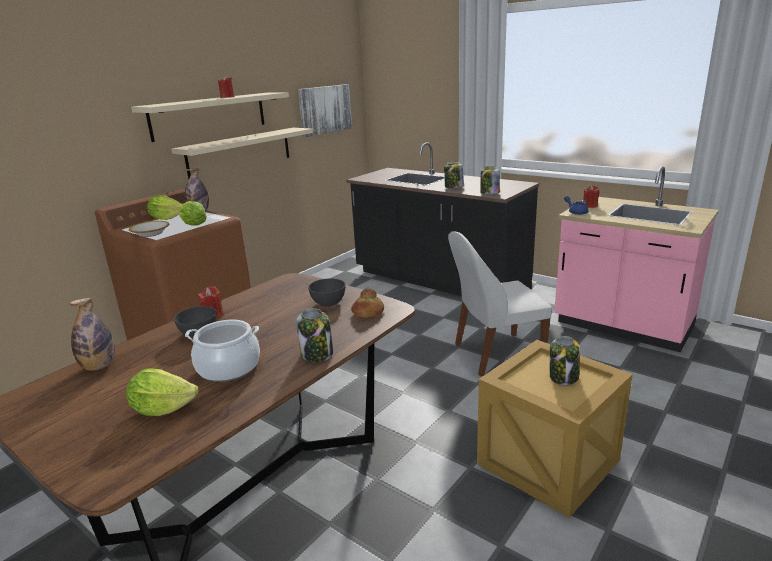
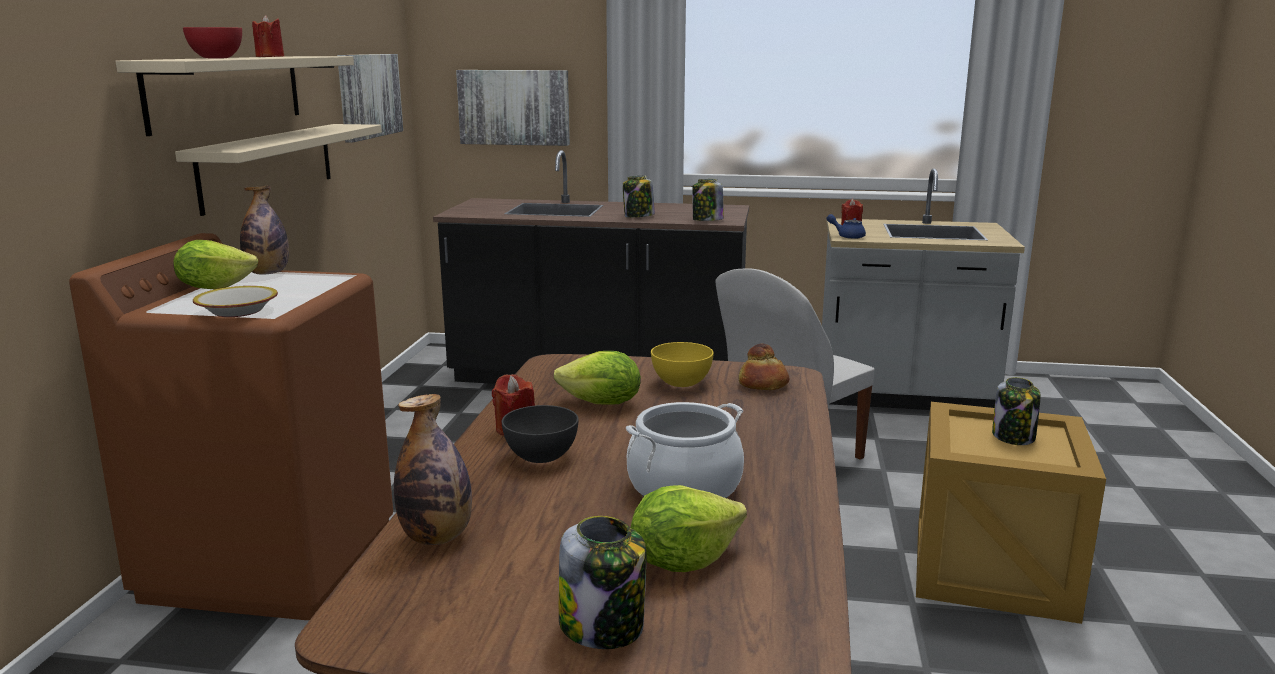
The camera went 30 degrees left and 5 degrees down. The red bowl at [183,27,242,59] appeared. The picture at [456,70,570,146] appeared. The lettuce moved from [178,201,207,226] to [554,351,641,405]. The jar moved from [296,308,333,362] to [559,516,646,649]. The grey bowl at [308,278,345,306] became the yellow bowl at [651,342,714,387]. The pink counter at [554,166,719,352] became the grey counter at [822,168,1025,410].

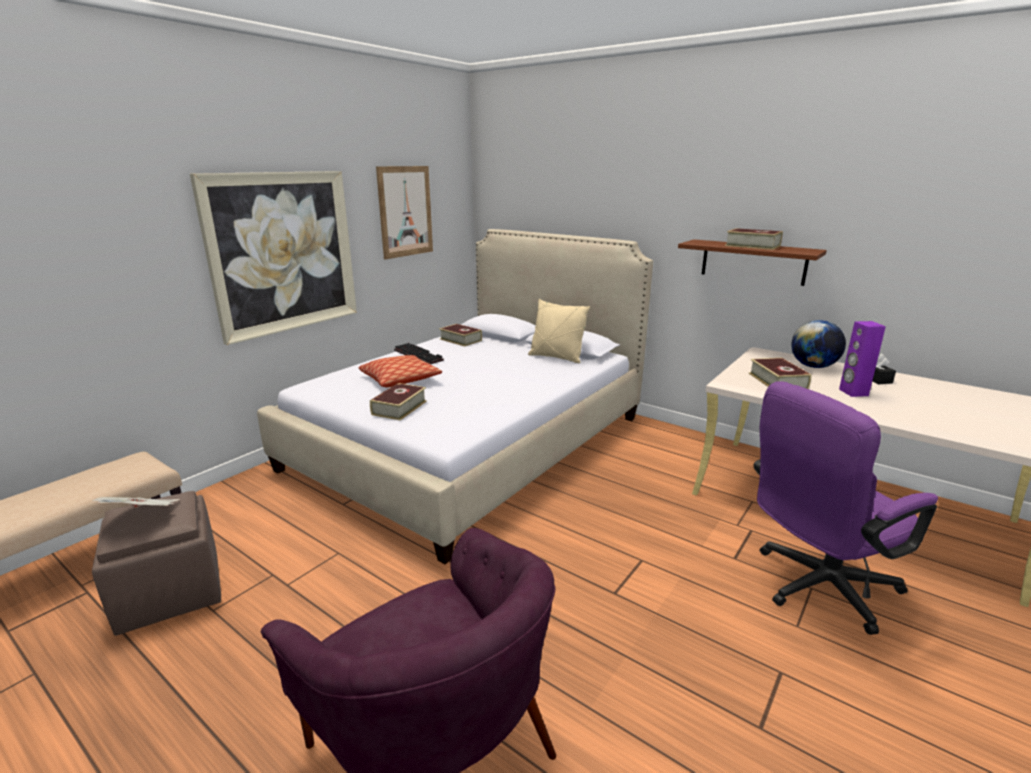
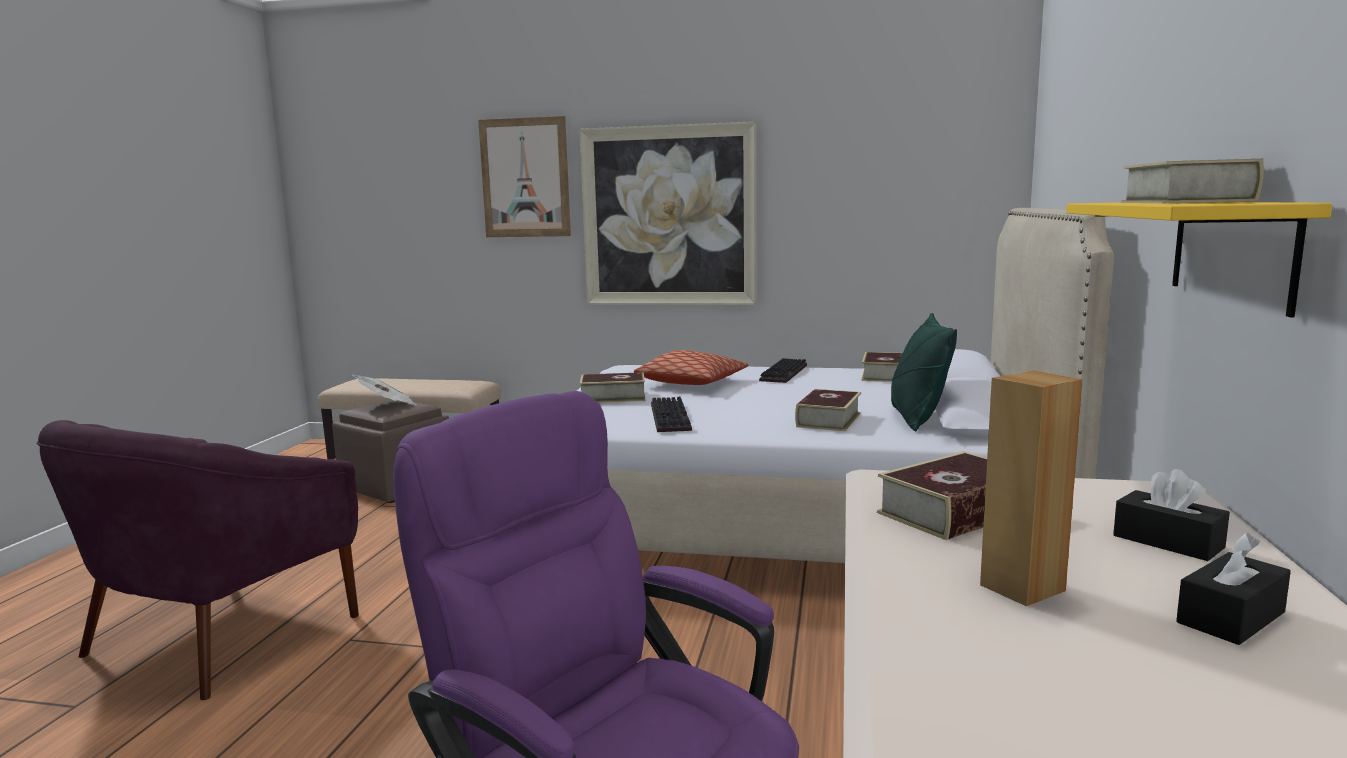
The camera went 65 degrees right and 10 degrees down. The picture moved from [376,166,433,259] to [478,116,571,237]. The keyboard at [651,397,692,432] appeared. The book at [795,389,861,431] appeared. The beige pillow at [528,299,590,363] became the green pillow at [891,313,957,431]. The purple speaker at [839,321,886,397] became the brown speaker at [980,370,1082,606]. The brown shelf at [678,239,827,286] became the yellow shelf at [1066,202,1332,317]. The globe at [791,320,846,368] was replaced by the black tissue box at [1113,469,1230,561].

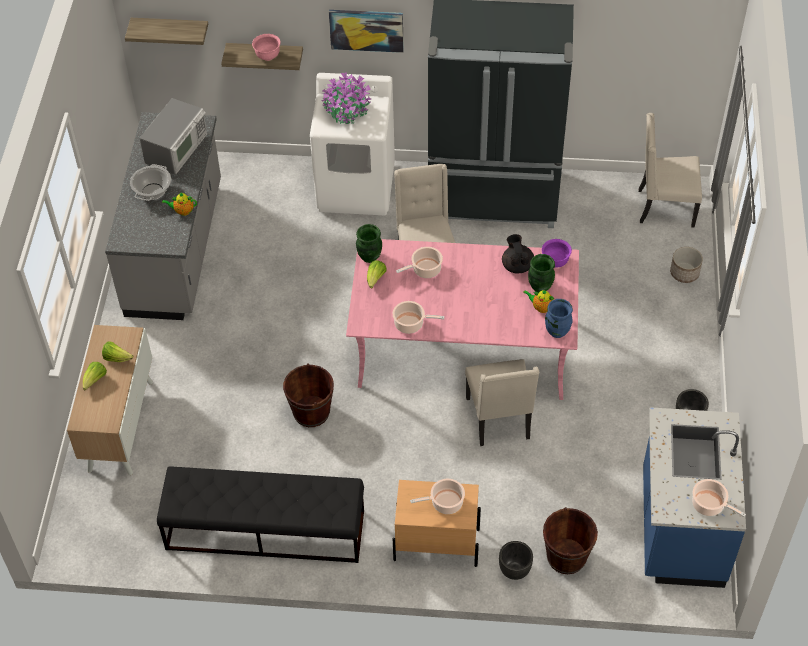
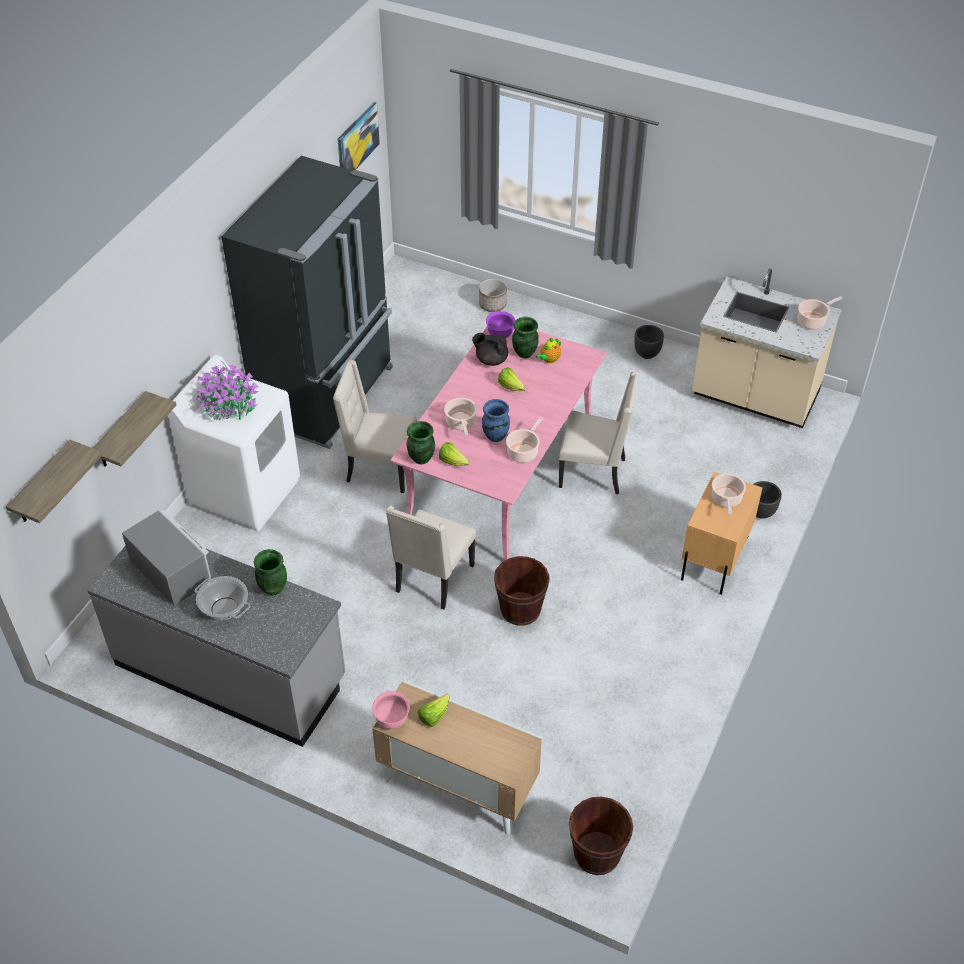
The camera went 70 degrees left and 5 degrees down. The teapot at [162,192,197,216] was replaced by the green vase at [254,549,287,596]. The picture moved from [329,10,404,53] to [337,102,380,170]. The pink bowl moved from [252,34,281,61] to [372,691,410,729]. The beige chair moved from [639,113,702,227] to [386,505,476,610]. The blue vase moved from [545,299,573,338] to [482,399,510,442]. The lettuce moved from [83,362,107,391] to [498,368,526,391]. The brown bucket moved from [543,507,598,574] to [569,797,633,875]. The blue counter at [643,407,746,588] became the beige counter at [692,268,842,428]. The black bench at [157,466,364,563] disappeared.

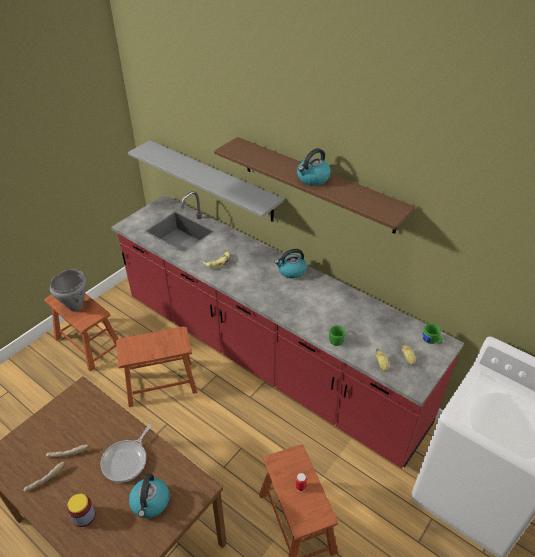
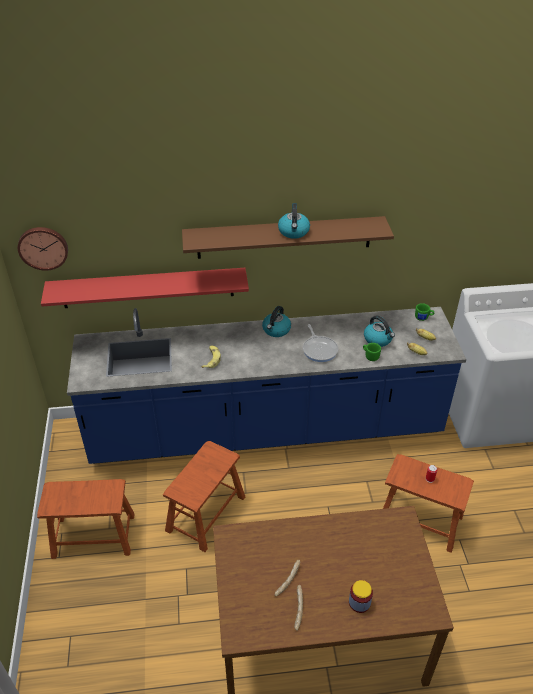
The camera went 45 degrees left and 0 degrees up. The wall clock at [18,227,68,271] appeared. The grey shelf at [128,140,284,222] became the red shelf at [41,268,249,308]. The red counter at [111,191,464,469] became the blue counter at [67,307,466,464]. The frying pan moved from [100,424,152,482] to [303,324,338,362]. The kettle moved from [129,473,170,518] to [364,315,395,347]. The grey cooking pot at [50,269,87,312] disappeared.

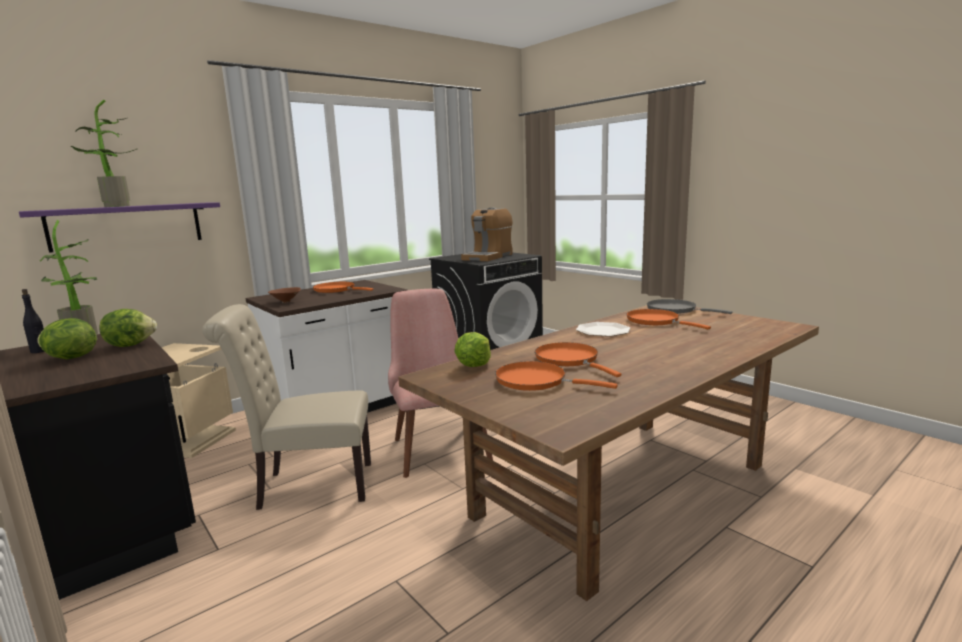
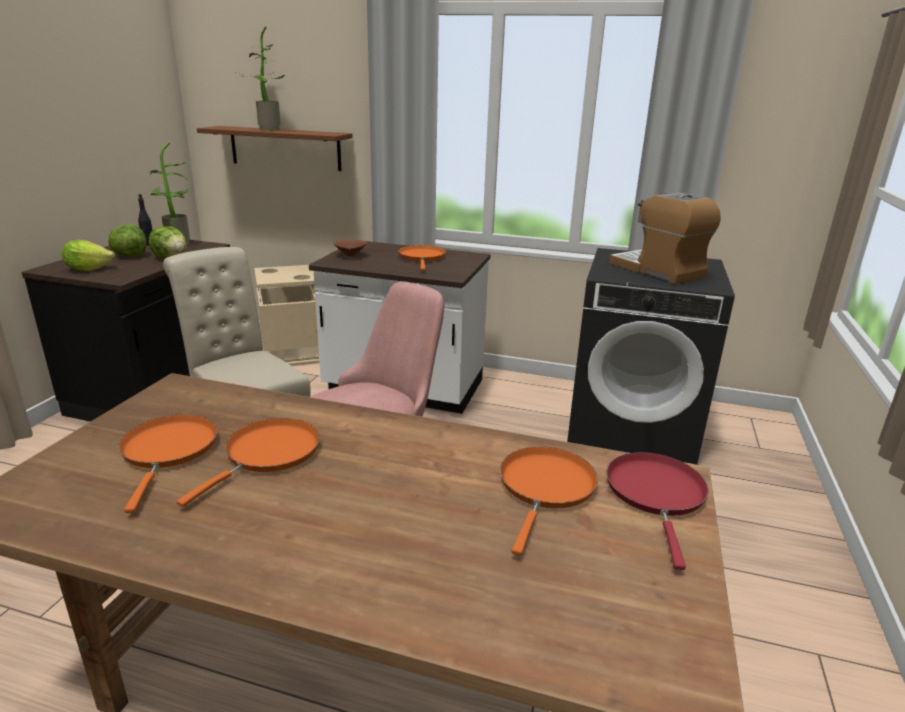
The camera went 55 degrees right and 10 degrees up. The lettuce moved from [454,332,491,367] to [62,240,115,271]. The purple shelf at [19,202,220,253] became the brown shelf at [197,126,353,171]. The grey frying pan at [647,299,732,314] became the red frying pan at [606,452,709,570]. The coffee machine at [461,208,513,261] turned 60 degrees clockwise. The plate at [576,322,630,337] disappeared.

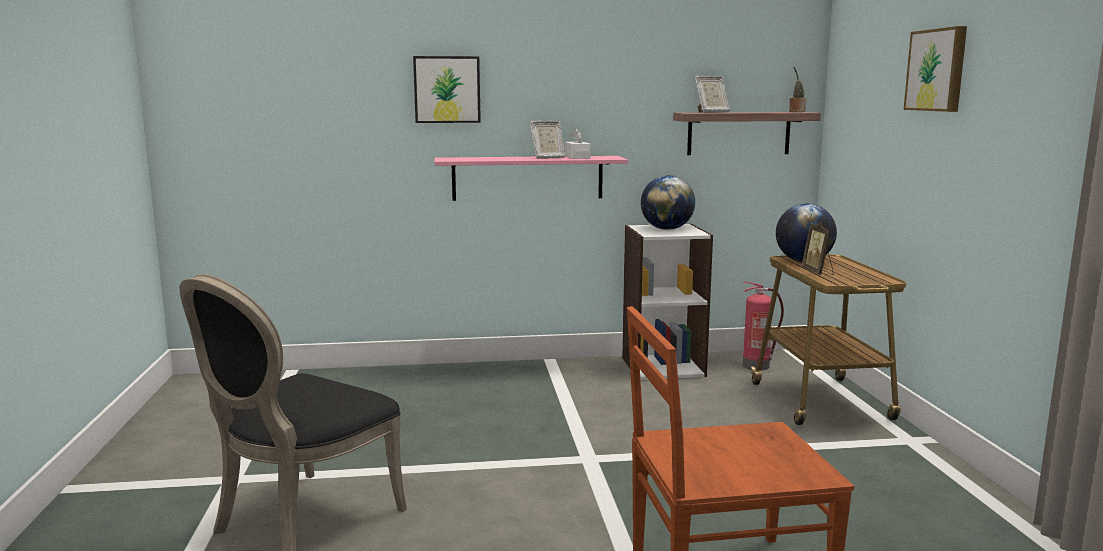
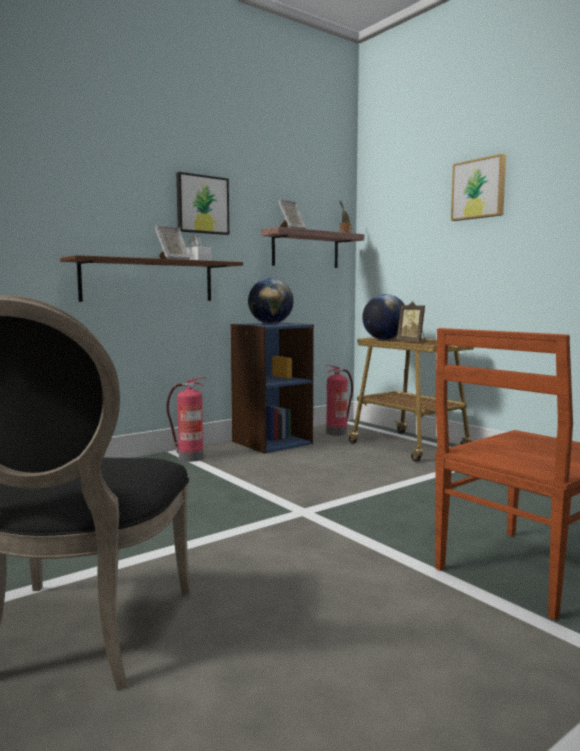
The camera went 30 degrees left and 5 degrees down. The pink shelf at [434,156,628,201] became the brown shelf at [60,255,243,302]. The fire extinguisher at [167,377,206,462] appeared. The picture moved from [413,56,481,123] to [176,172,229,235]. The white bookcase at [622,224,713,380] became the blue bookcase at [230,322,314,454].

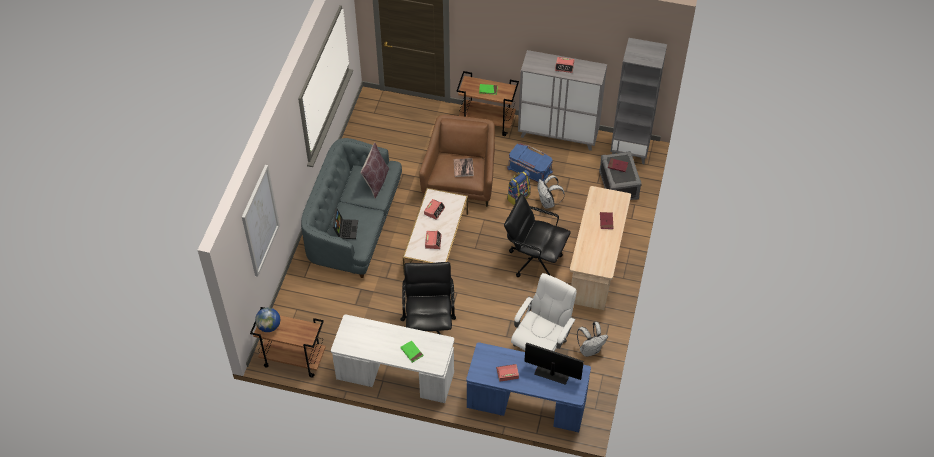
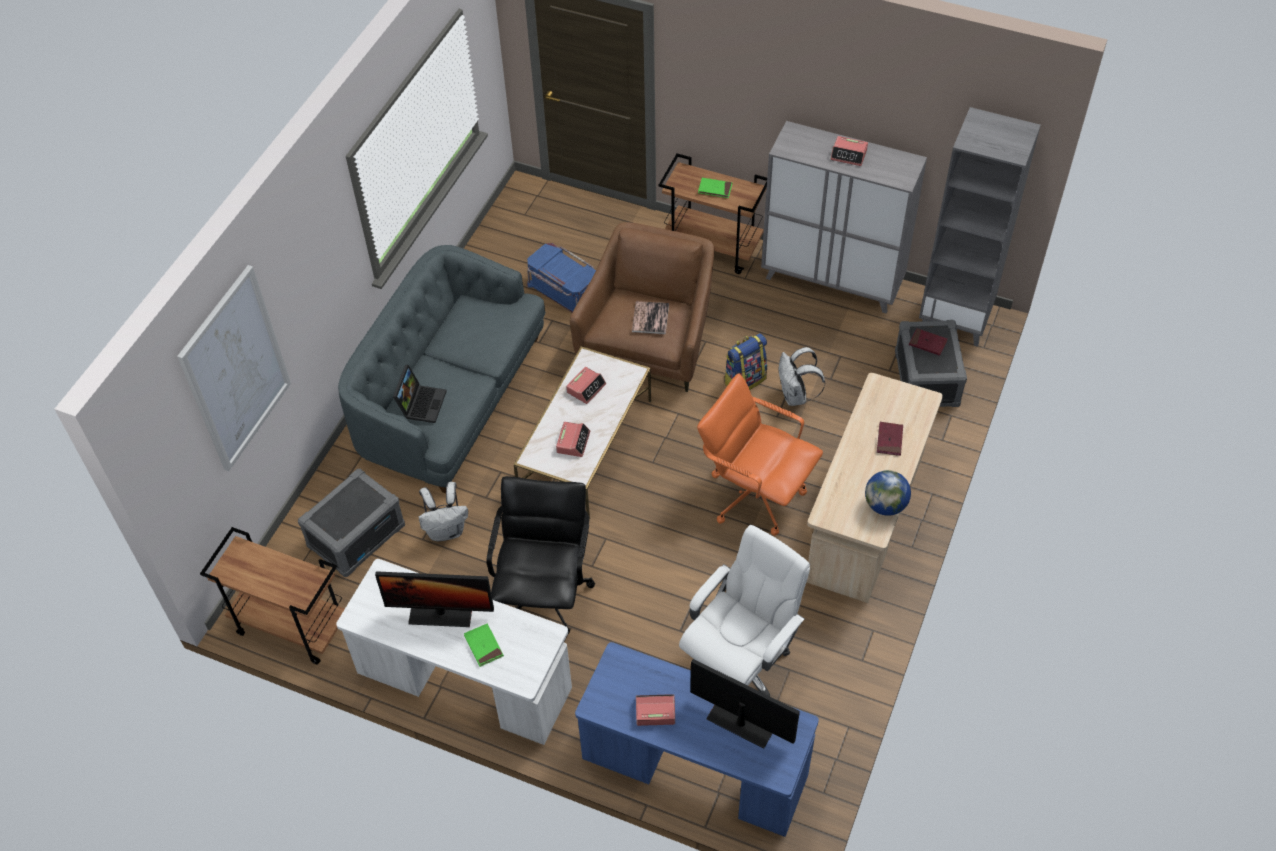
The camera went 10 degrees right and 0 degrees up. The grey storage box at [298,469,405,577] appeared. The monitor at [375,571,494,627] appeared. The white backpack moved from [577,322,608,357] to [419,482,468,541]. The blue storage box moved from [507,143,553,182] to [527,243,596,312]. The black office chair at [504,194,571,277] became the orange office chair at [697,373,823,536]. The globe moved from [255,308,280,332] to [865,470,911,516]. The brown pillow at [361,143,389,198] disappeared.

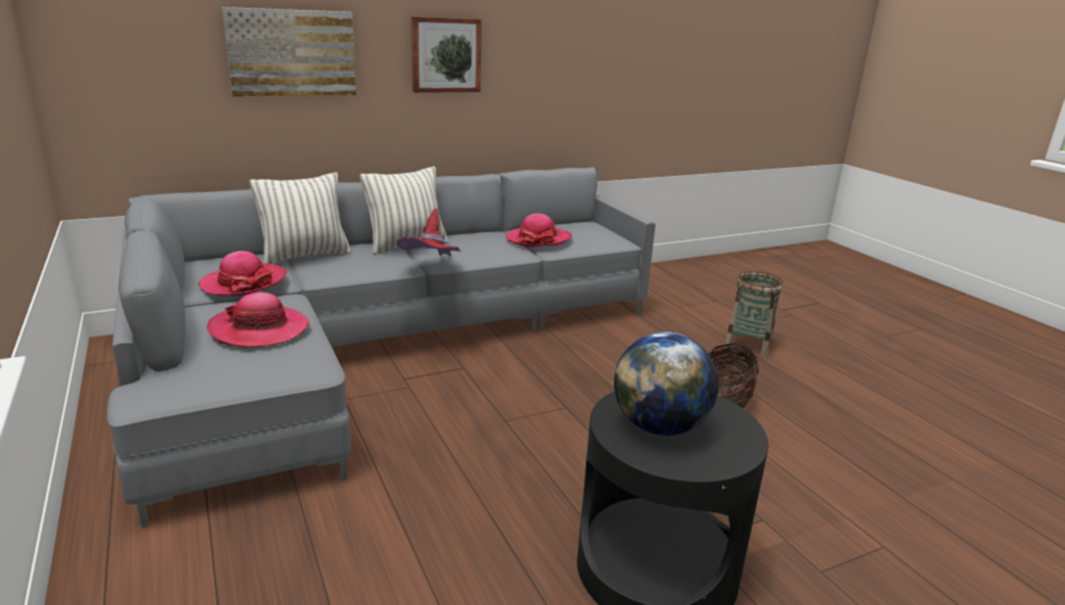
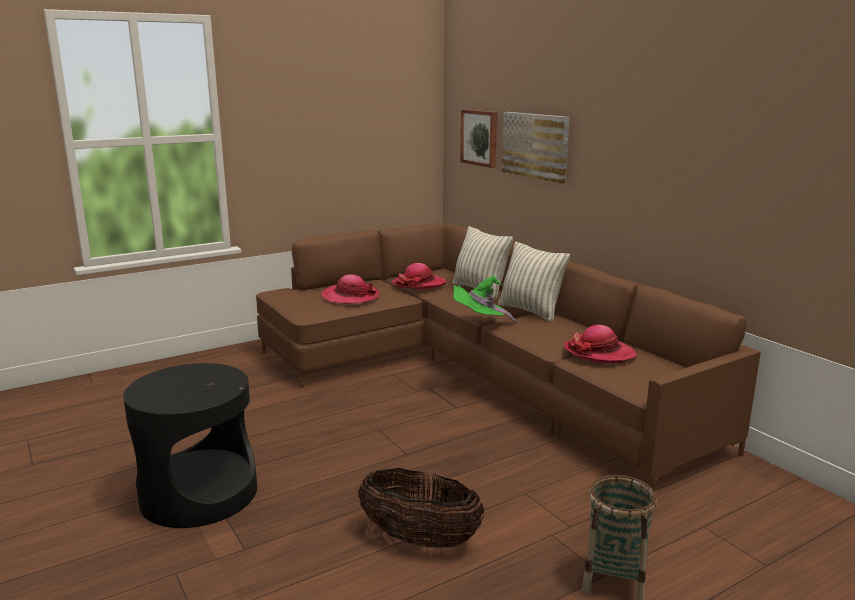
The camera went 85 degrees right and 5 degrees down. The grey sofa at [107,167,656,528] became the brown sofa at [256,223,761,492]. The red hat at [396,208,461,256] became the green hat at [453,275,518,326]. The picture moved from [411,16,482,93] to [460,109,497,168]. The globe at [614,332,719,436] disappeared.

